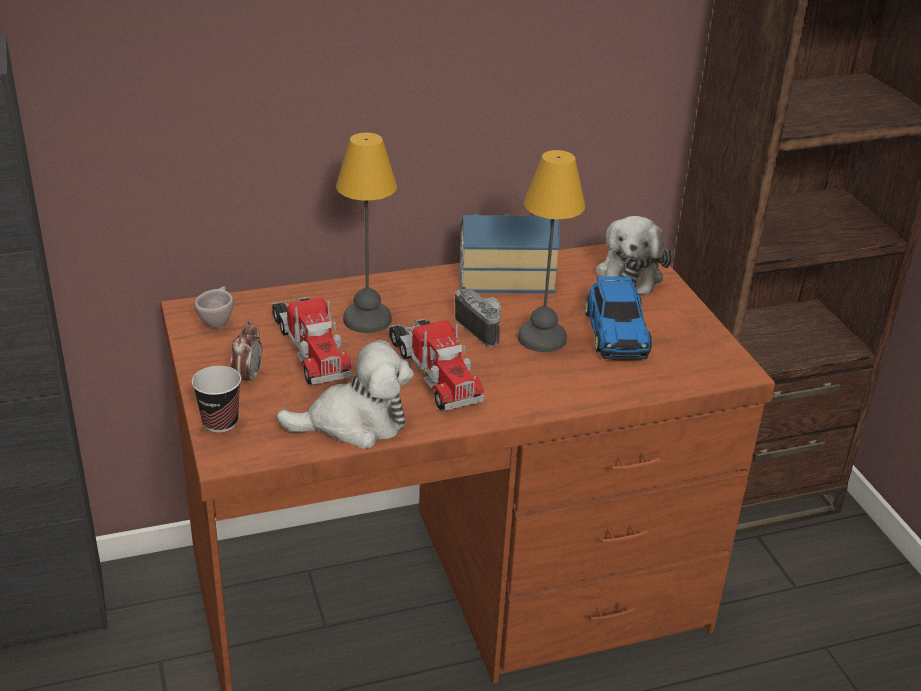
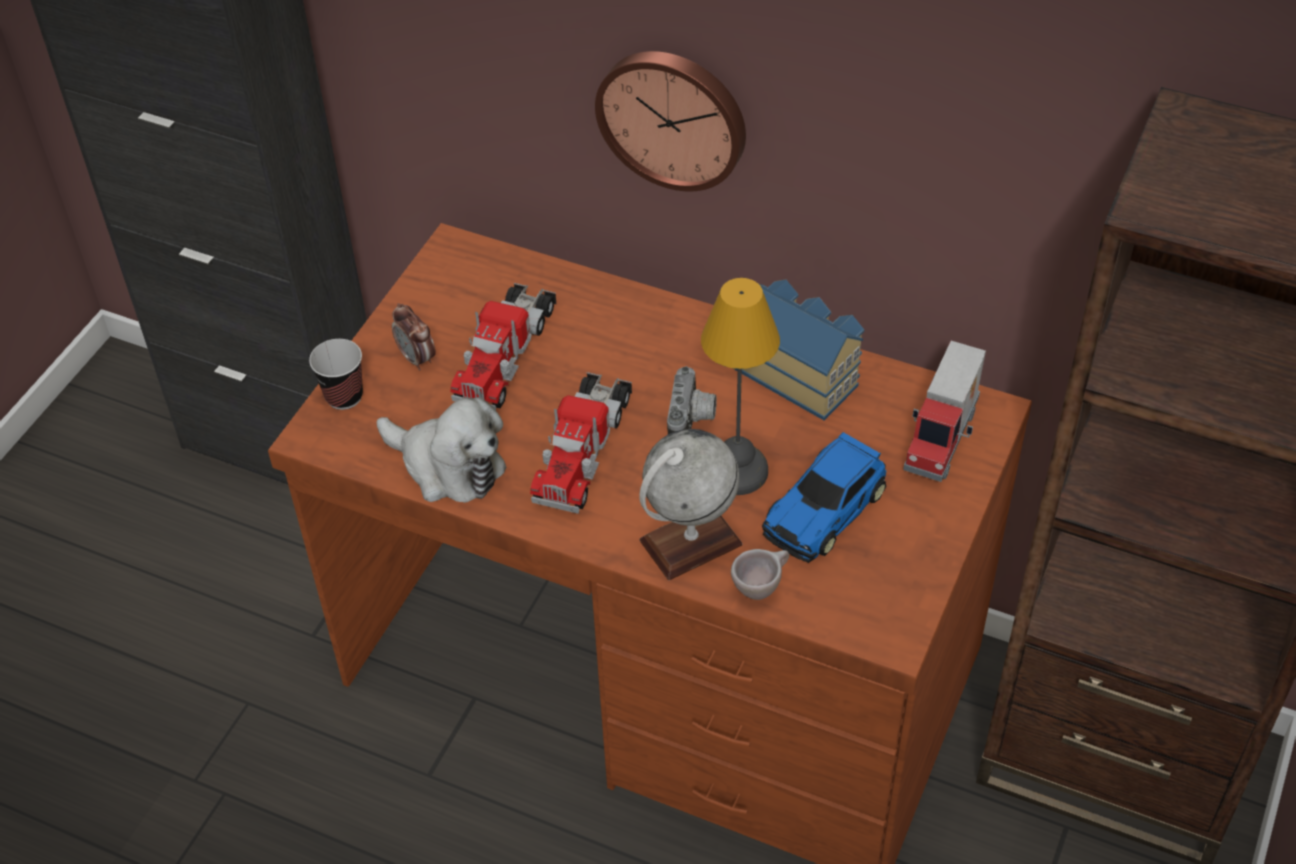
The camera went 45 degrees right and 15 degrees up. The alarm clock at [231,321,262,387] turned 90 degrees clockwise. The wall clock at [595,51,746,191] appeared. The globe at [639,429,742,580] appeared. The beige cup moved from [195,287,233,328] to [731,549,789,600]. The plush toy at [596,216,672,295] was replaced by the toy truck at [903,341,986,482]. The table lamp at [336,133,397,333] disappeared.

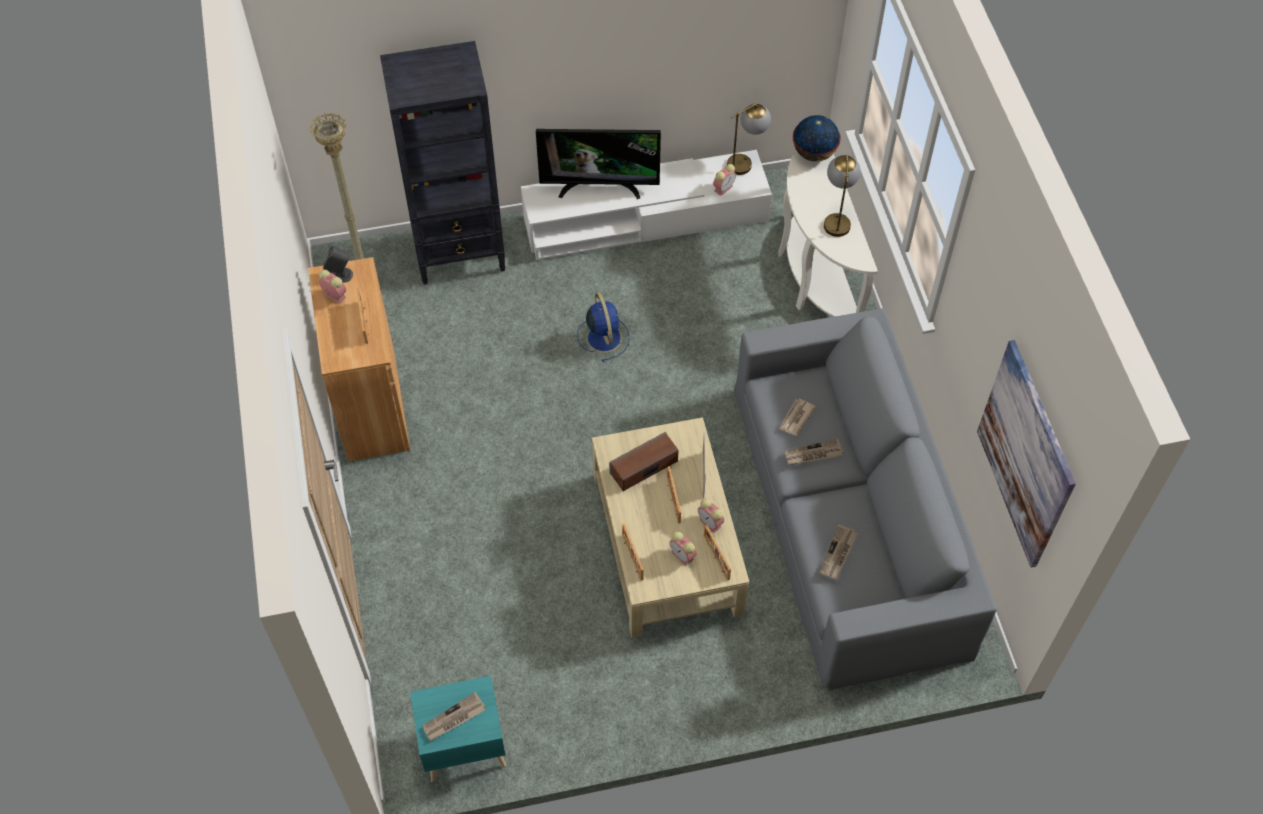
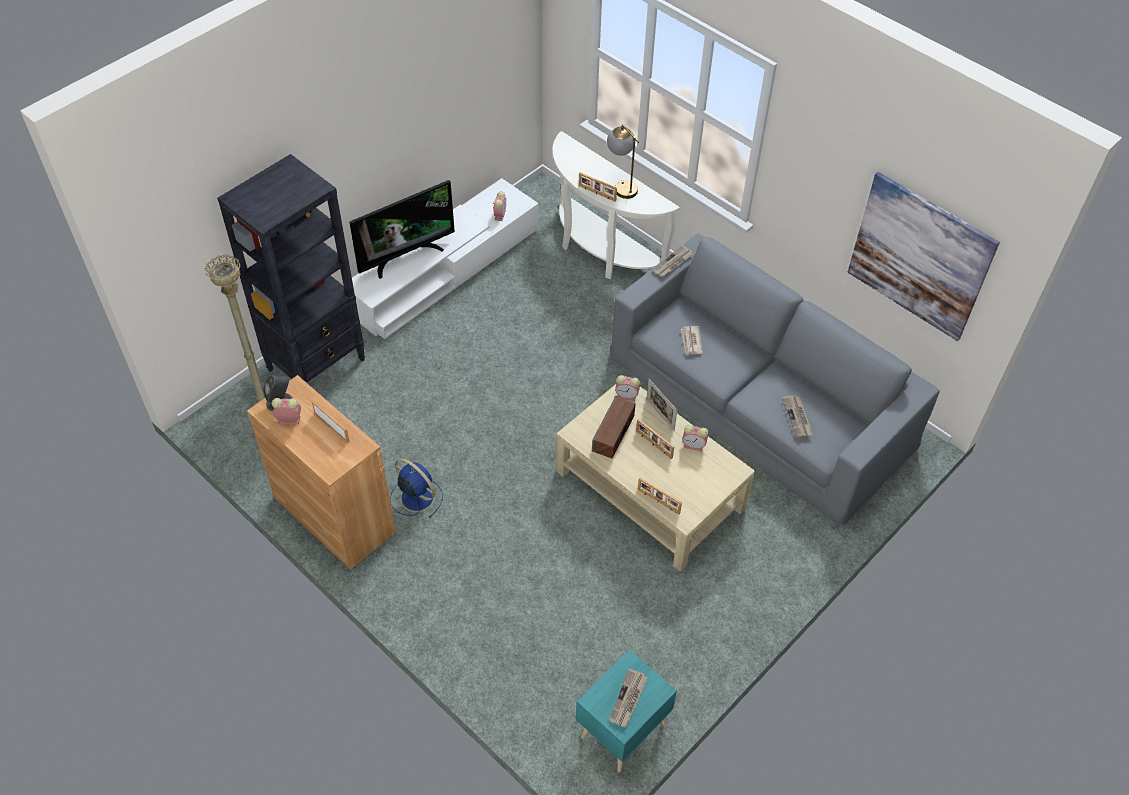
The camera went 35 degrees left and 5 degrees down. The blue fan moved from [577,292,629,362] to [390,458,443,519]. The picture frame moved from [704,524,731,580] to [579,172,617,202]. The alarm clock moved from [669,531,697,566] to [615,375,640,401]. The newspaper moved from [785,439,843,465] to [653,245,693,277]. The table lamp at [727,103,771,175] disappeared. The globe at [793,115,841,162] disappeared.

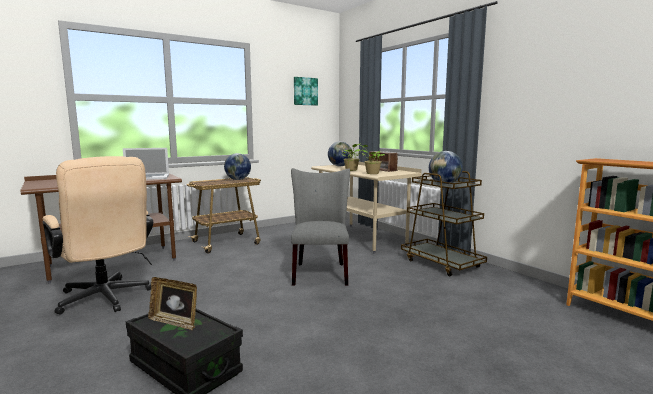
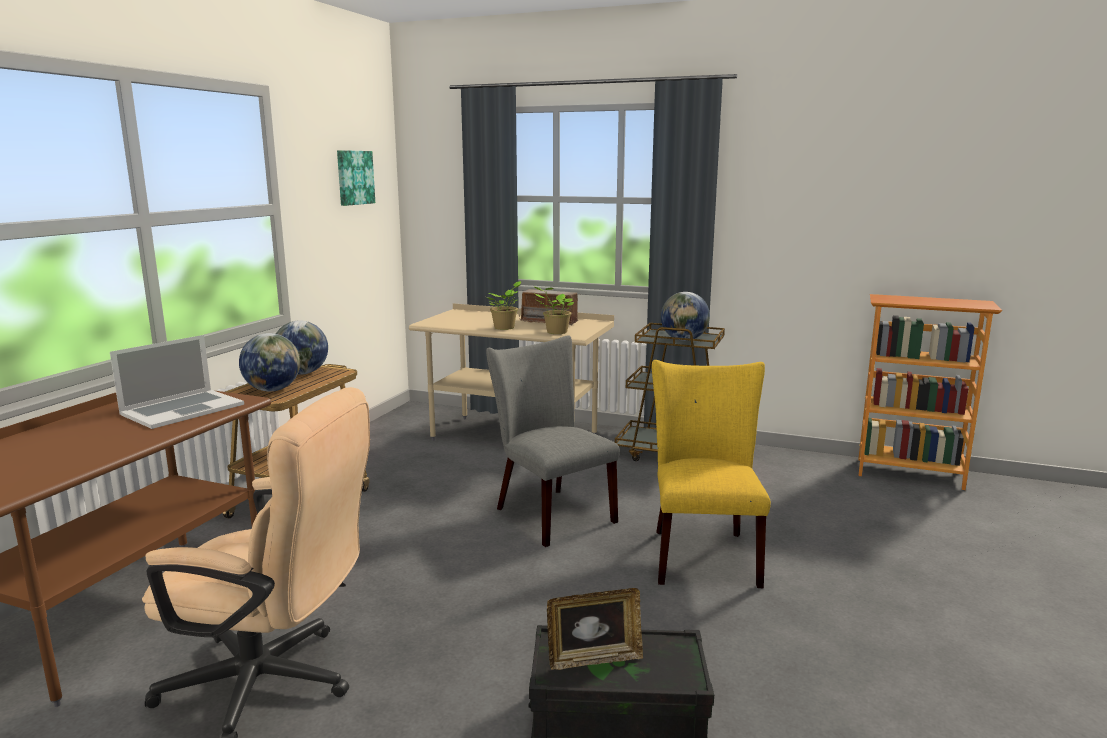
The camera went 35 degrees left and 5 degrees up. The globe moved from [328,141,352,166] to [239,333,300,391]. The yellow chair at [652,360,771,588] appeared.

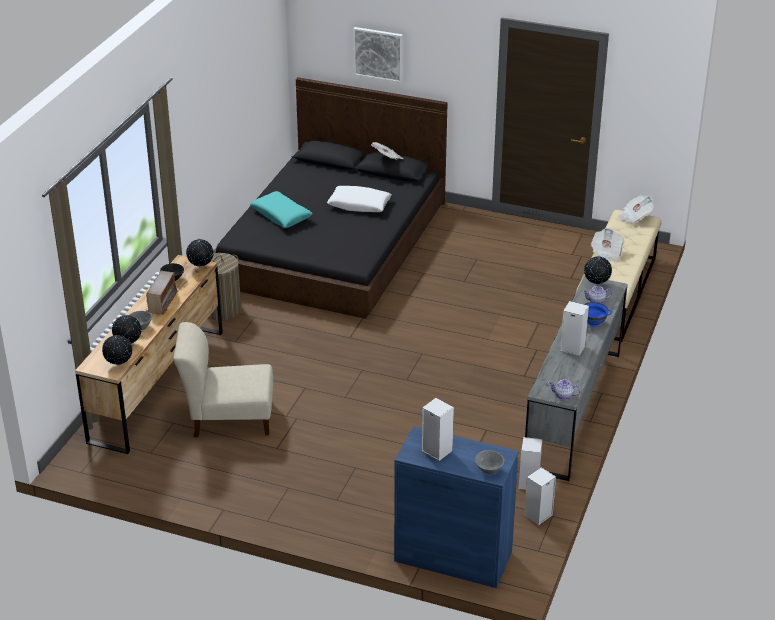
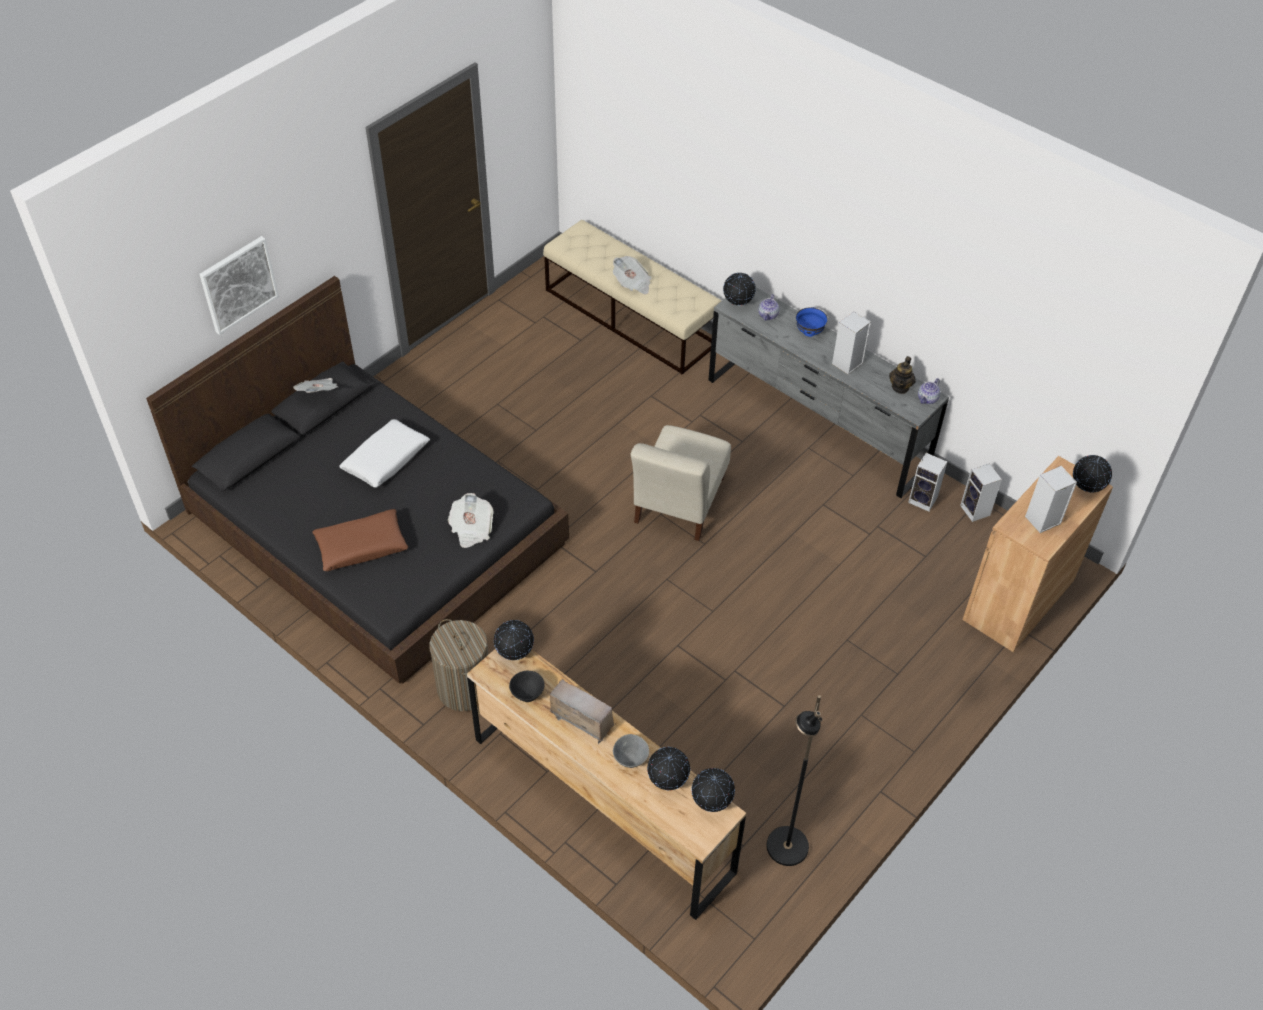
The camera went 70 degrees left and 15 degrees up. The turquoise pillow at [250,191,313,228] became the brown pillow at [312,509,408,571]. The newspaper moved from [618,196,654,224] to [448,493,494,548]. The beige chair moved from [173,322,273,437] to [631,425,731,541]. The black floor lamp at [767,695,823,866] appeared. The teapot at [889,356,916,394] appeared. The blue cabinet at [394,426,519,588] became the brown cabinet at [962,456,1113,652]. The grey bowl at [475,450,504,474] was replaced by the globe at [1073,455,1112,493].

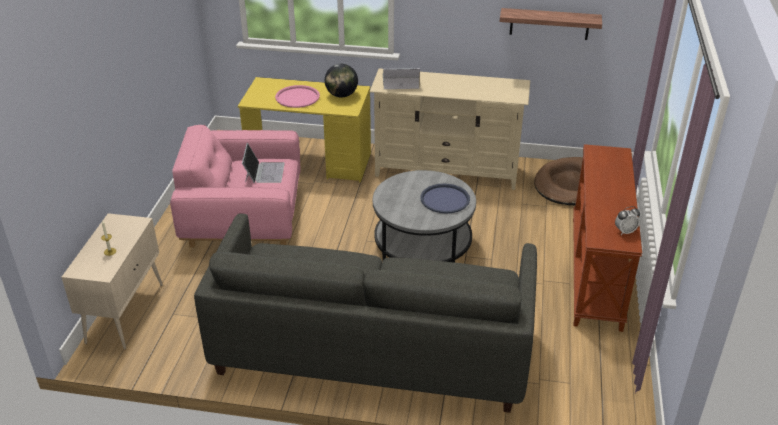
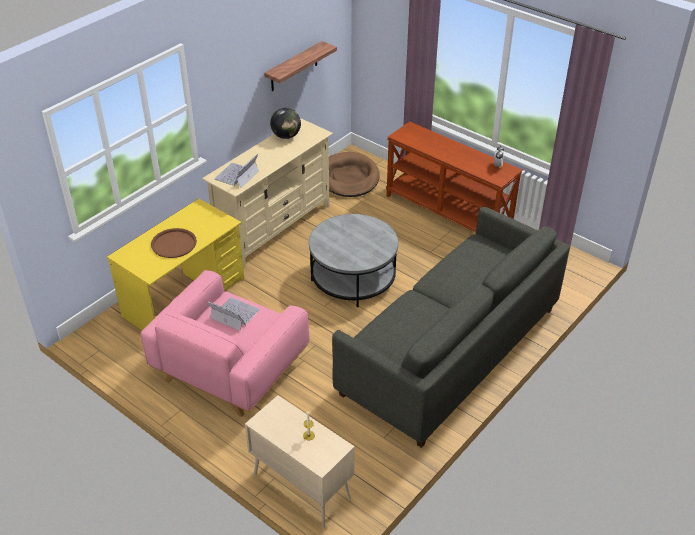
The camera went 60 degrees left and 5 degrees up. The pink tray at [275,85,320,108] became the brown tray at [151,228,197,258]. The globe moved from [325,64,358,98] to [270,108,301,139]. The blue tray at [421,184,470,213] disappeared.

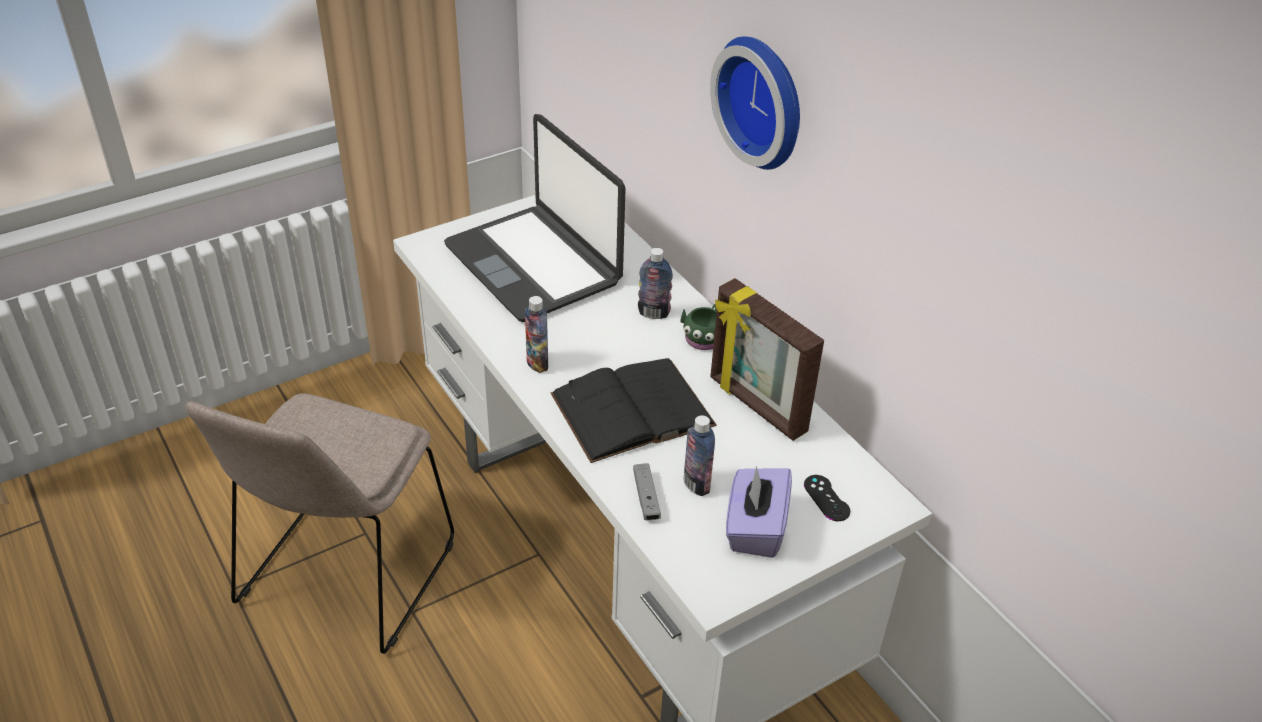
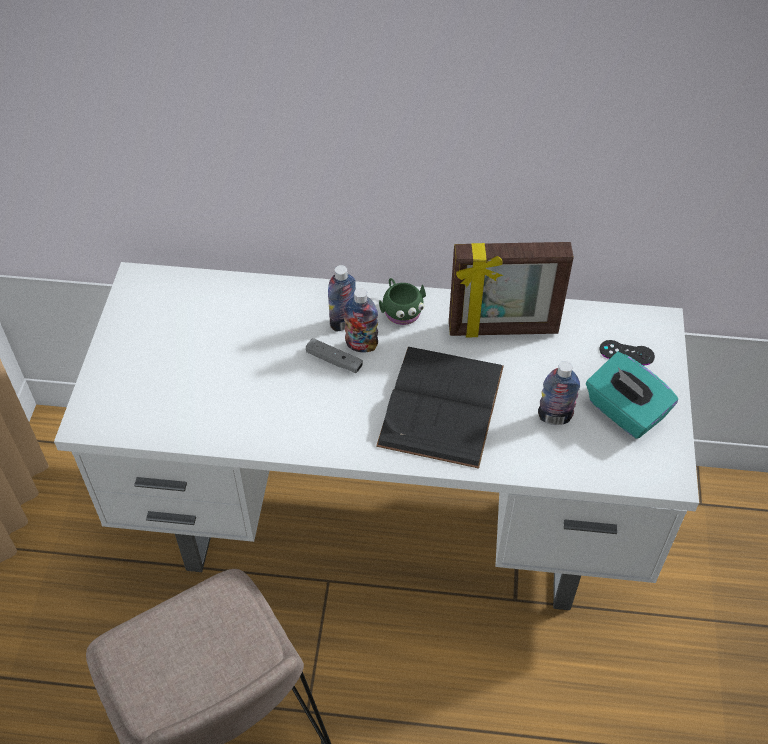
The camera went 50 degrees left and 10 degrees up. The grey game controller moved from [633,463,661,521] to [306,338,363,374]. The bottle moved from [525,296,548,373] to [344,288,378,352]. The purple tissue box at [726,466,792,558] became the turquoise tissue box at [586,352,678,439]. The laptop at [444,114,626,322] disappeared. The wall clock at [710,36,800,170] disappeared.

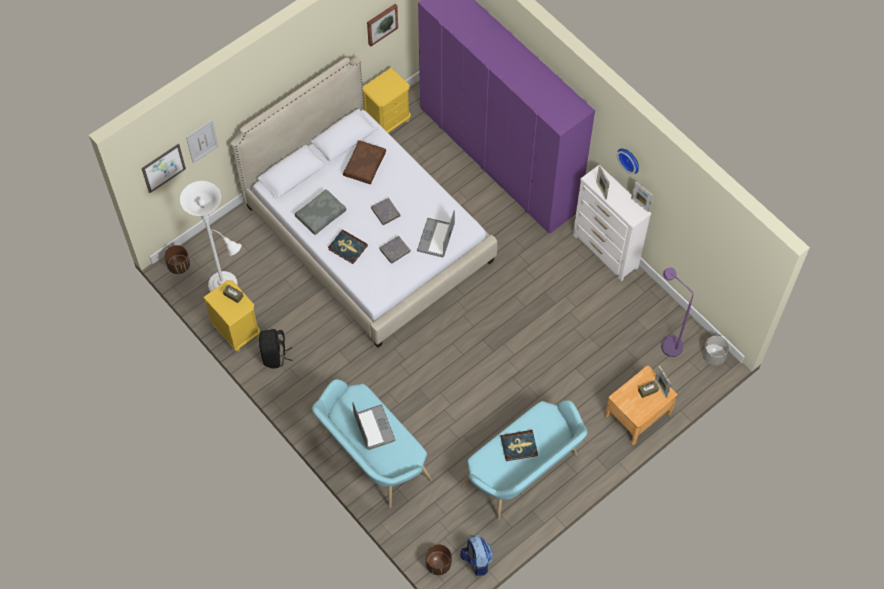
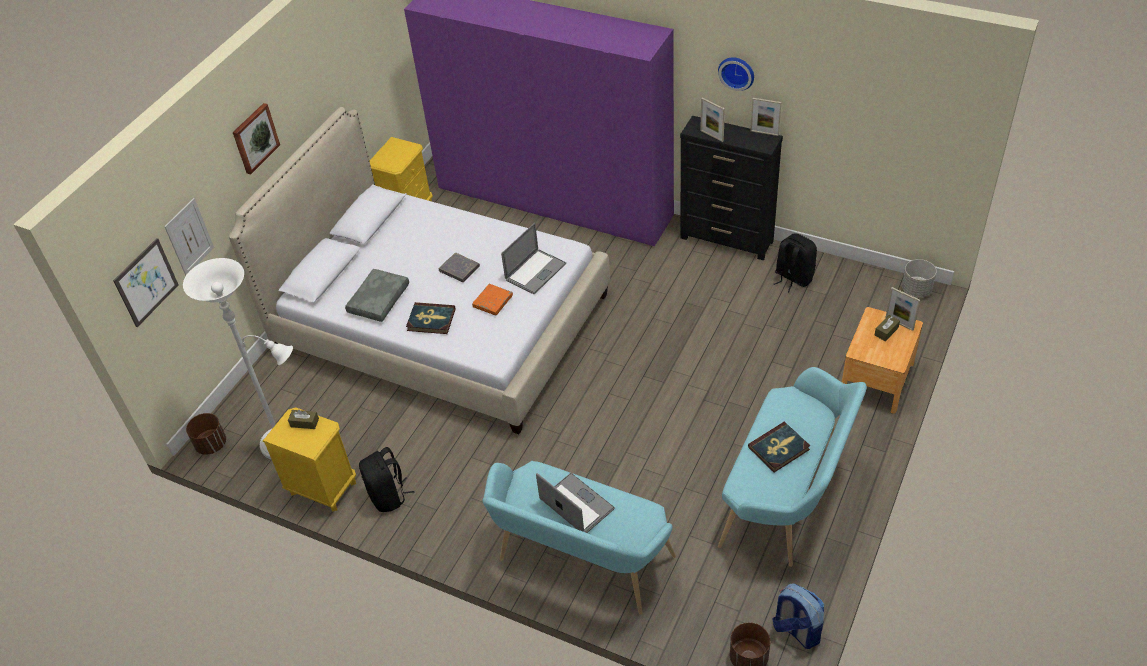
The camera went 20 degrees left and 15 degrees down. The picture moved from [367,4,398,47] to [233,103,280,174]. The grey book at [379,236,411,264] became the orange book at [472,284,513,316]. The laptop at [417,210,455,257] turned 135 degrees counterclockwise. The white dresser at [573,165,651,281] became the black dresser at [680,116,783,260]. The black backpack at [774,233,817,292] appeared. The brown pillow at [343,140,386,184] disappeared. The purple floor lamp at [661,268,694,357] disappeared.

